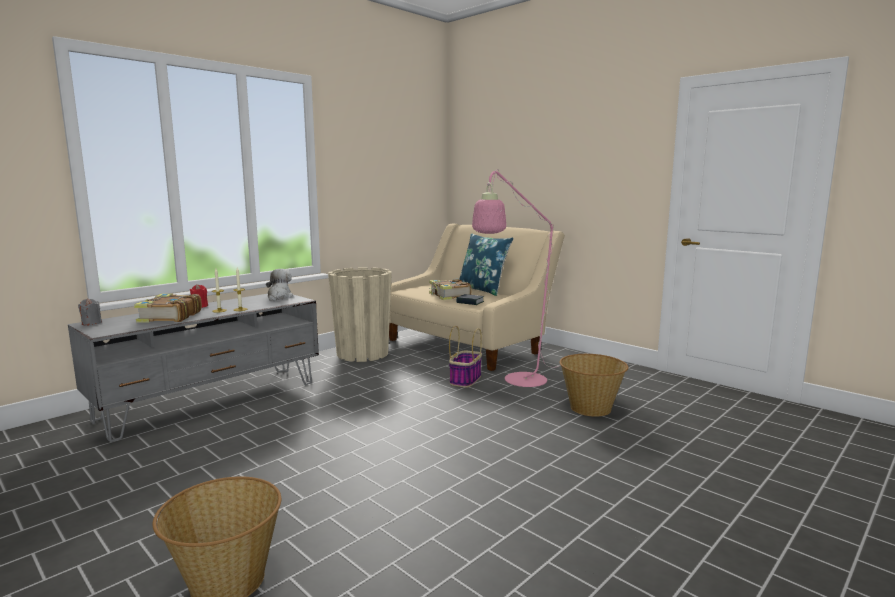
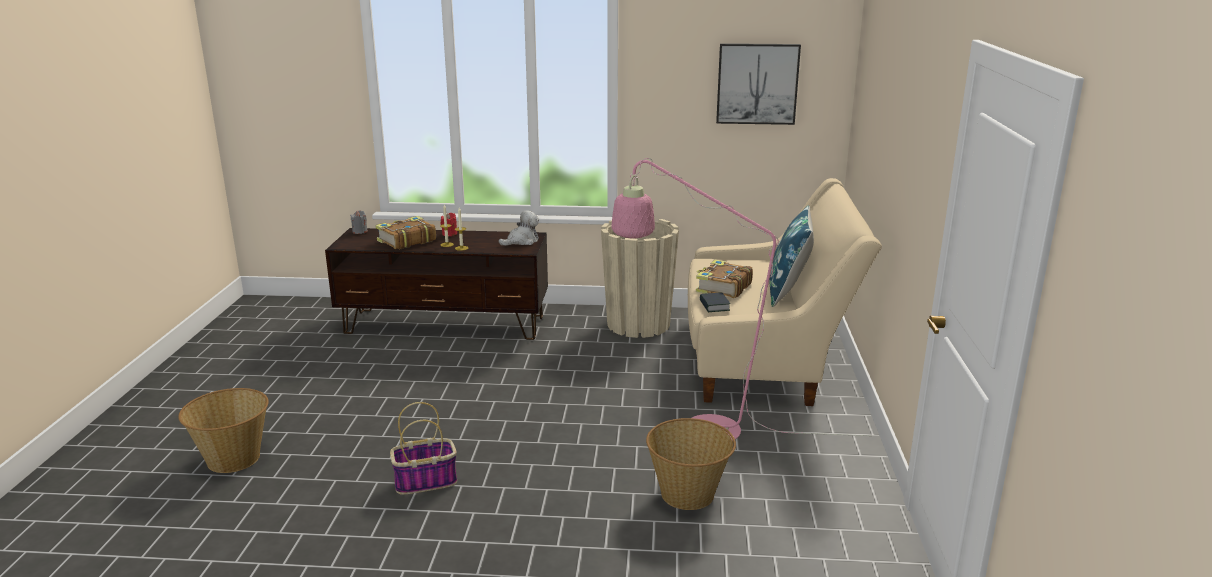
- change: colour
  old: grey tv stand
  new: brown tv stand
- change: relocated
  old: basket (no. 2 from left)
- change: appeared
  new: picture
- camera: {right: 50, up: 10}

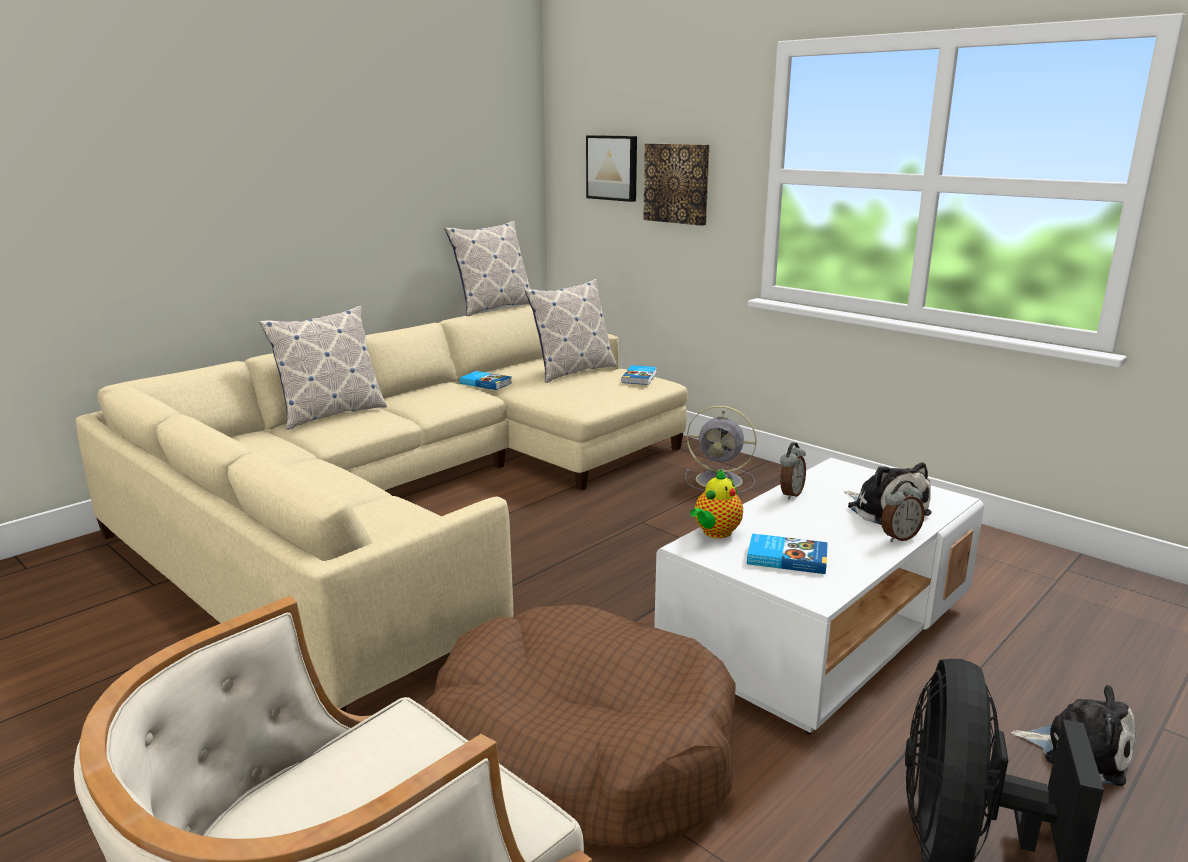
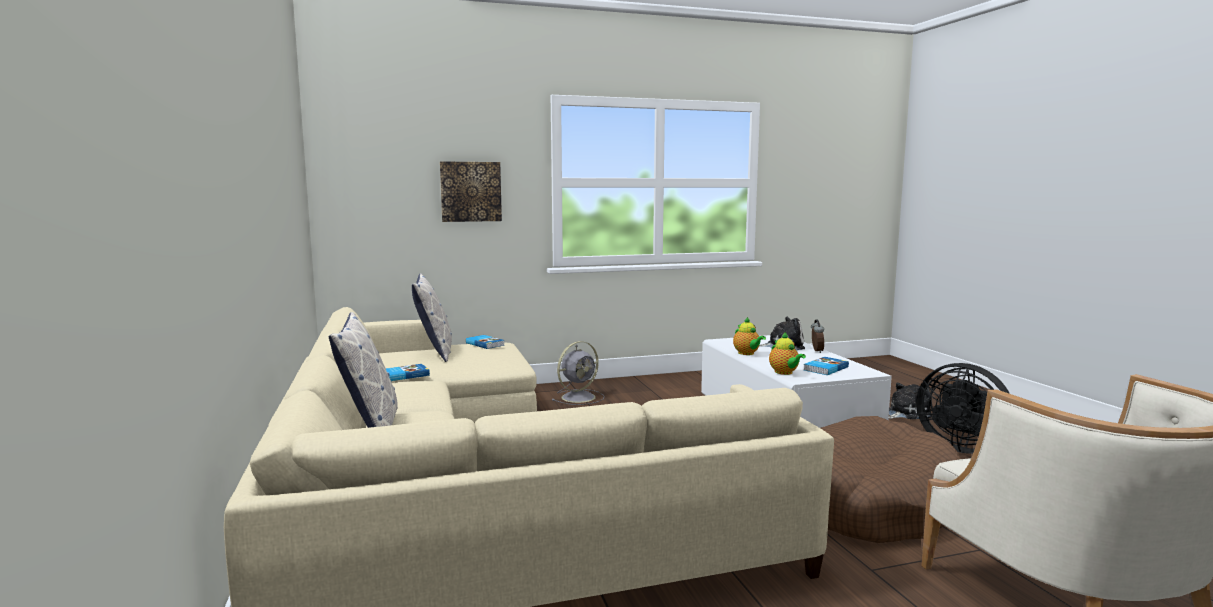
- change: missing
  old: picture (no. 1 from left)
- change: missing
  old: pillow (no. 2 from left)
- change: exchanged
  old: alarm clock (no. 1 from left)
  new: teapot (no. 1 from left)
- camera: {right: -60, up: -10}

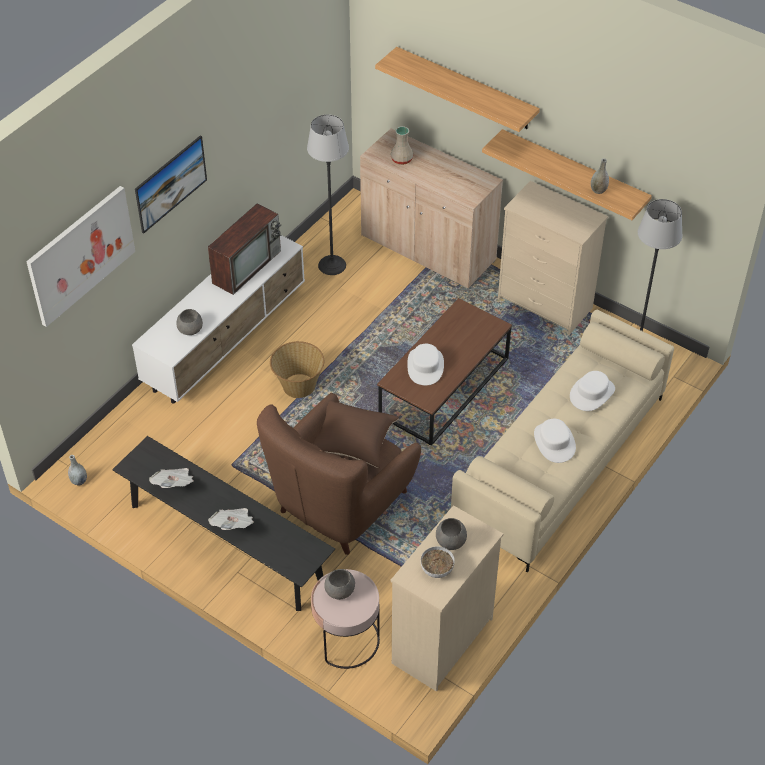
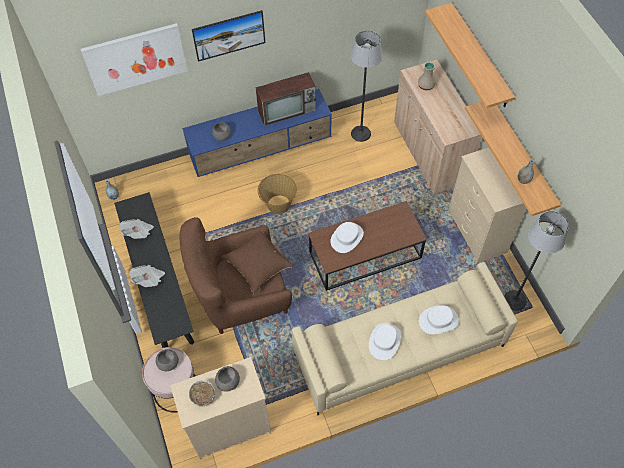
- change: colour
  old: white tv stand
  new: blue tv stand
- camera: {right: 35, up: 10}

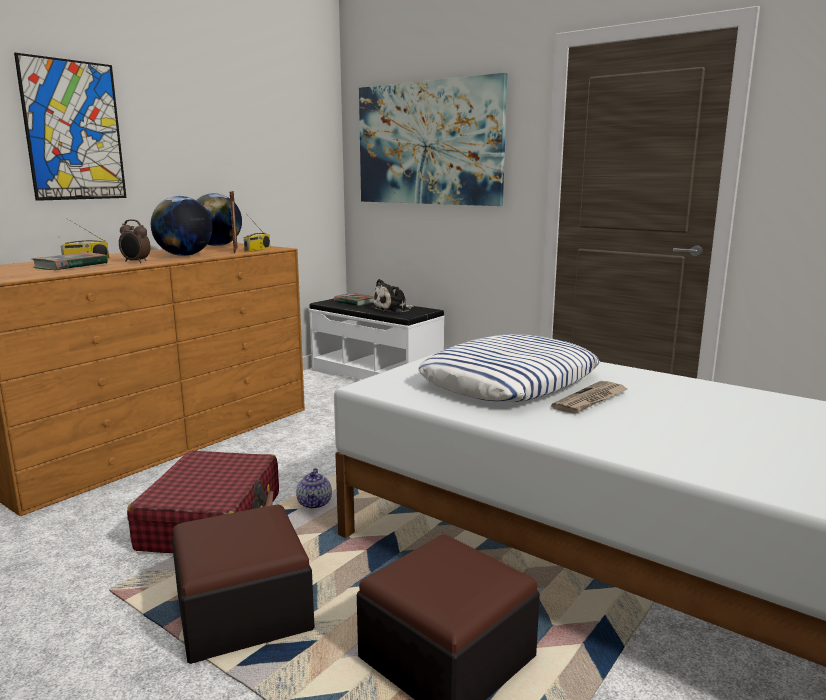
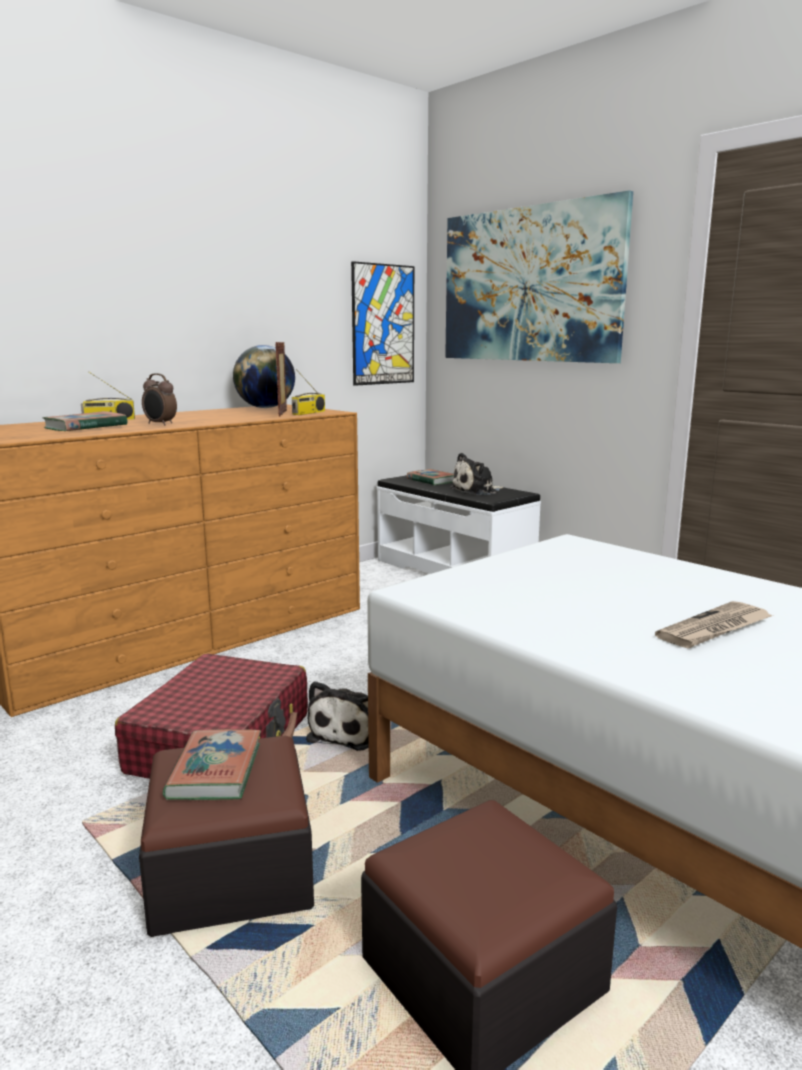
- change: relocated
  old: picture (no. 1 from left)
- change: missing
  old: globe (no. 1 from left)
- change: missing
  old: pillow
- change: exchanged
  old: teapot
  new: plush toy (no. 1 from left)
- change: appeared
  new: book (no. 2 from left)
- camera: {right: 10, up: 0}

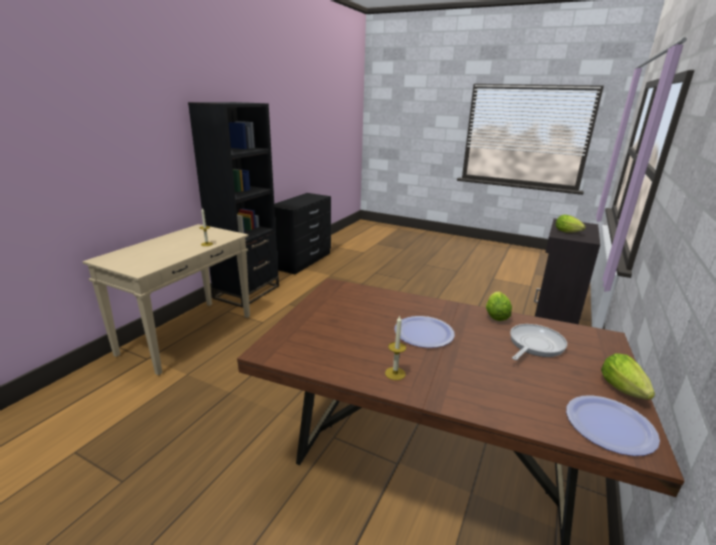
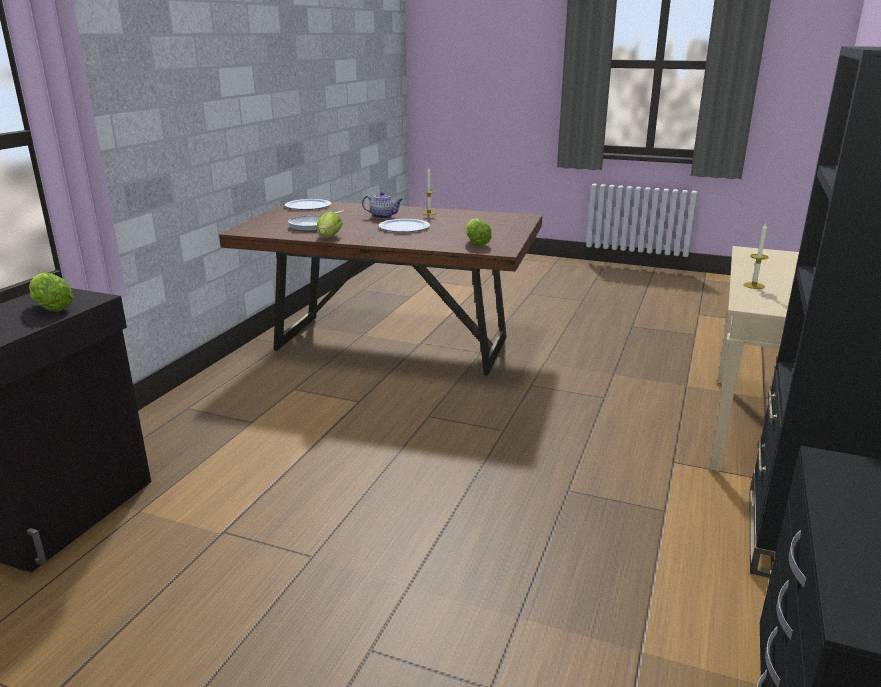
- change: relocated
  old: lettuce (no. 3 from left)
- change: appeared
  new: teapot
- camera: {right: 175, up: 0}

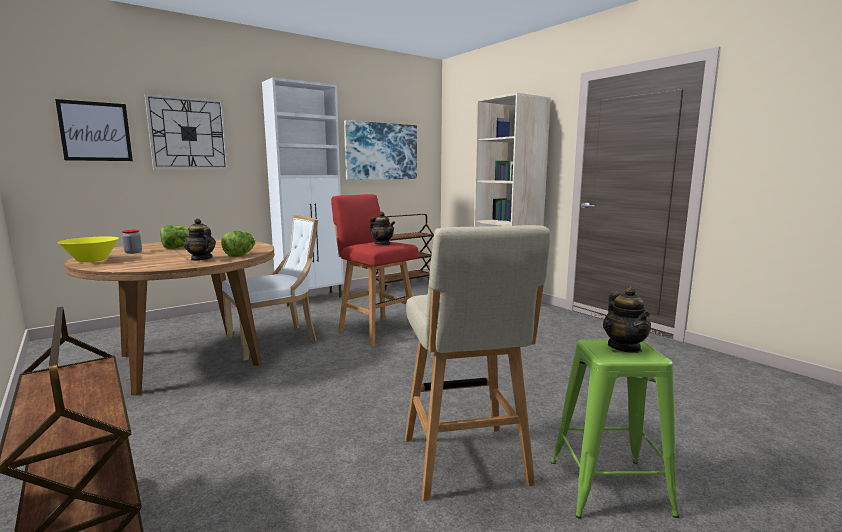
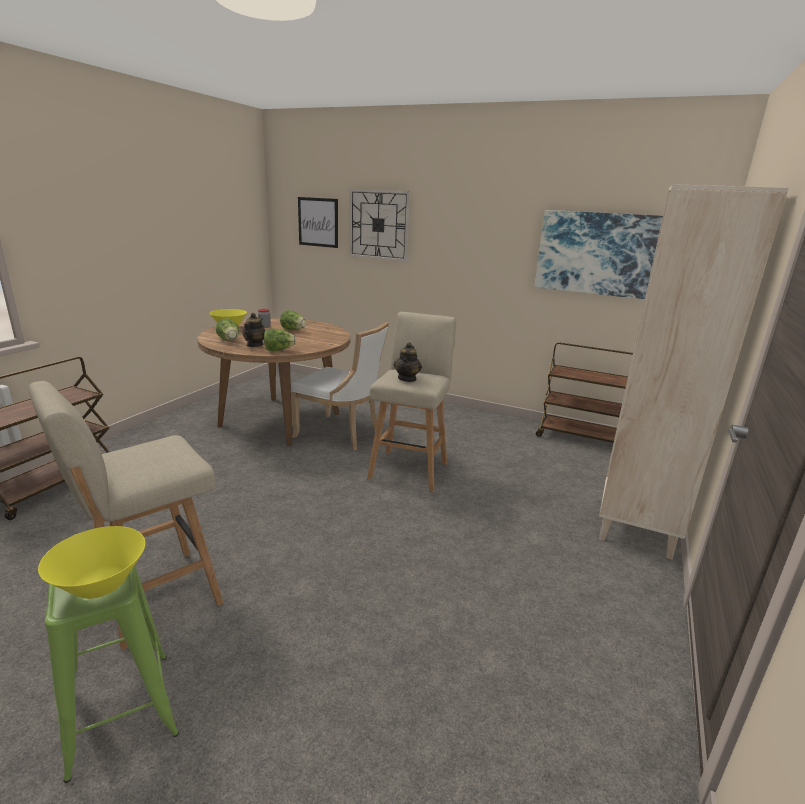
- change: missing
  old: white cabinet
- change: colour
  old: red stool
  new: beige stool (no. 2 from left)
- change: exchanged
  old: teapot (no. 3 from left)
  new: yellow bowl (no. 1 from left)
- change: appeared
  new: lettuce (no. 1 from left)
- camera: {right: 60, up: 10}

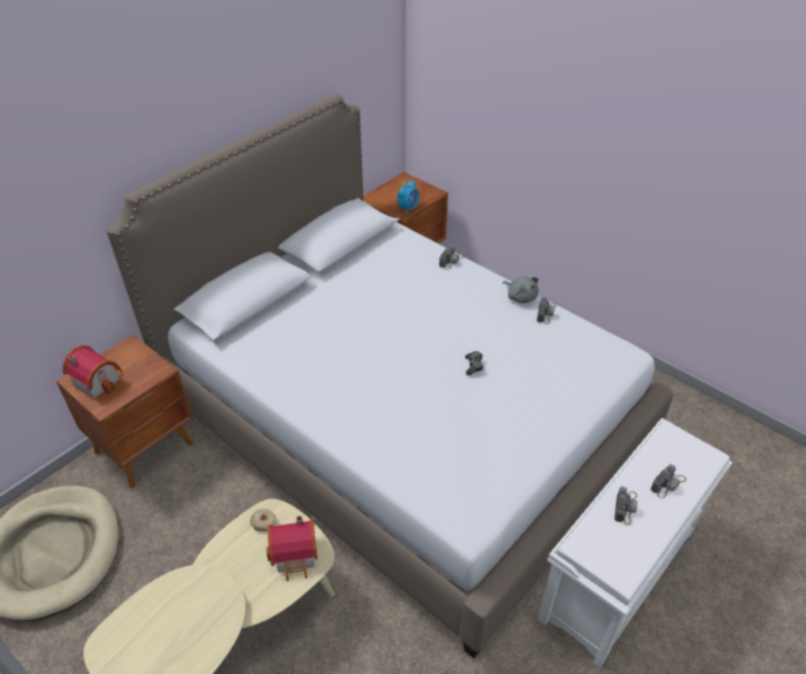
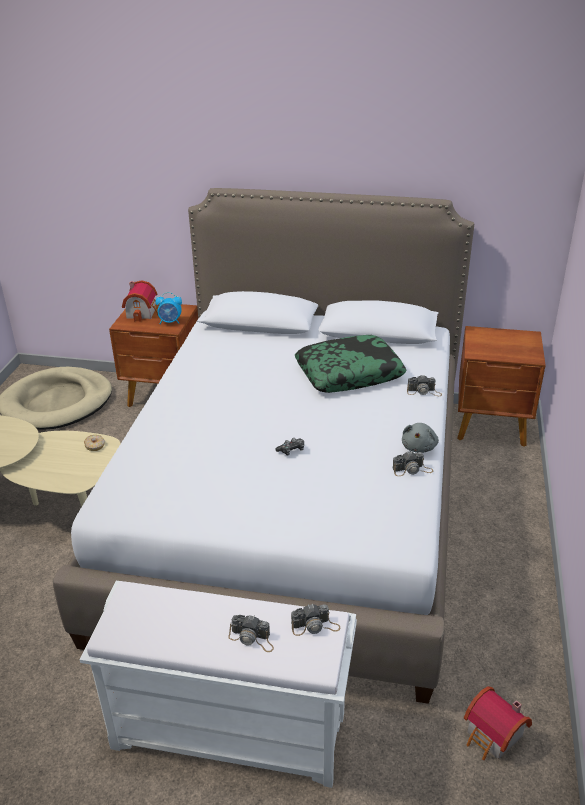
- change: relocated
  old: alarm clock
- change: relocated
  old: photo camera (no. 3 from left in the first image)
  new: photo camera (no. 2 from left)
- change: relocated
  old: toy house (no. 2 from left)
- change: appeared
  new: pillow
- camera: {right: 60, up: -10}

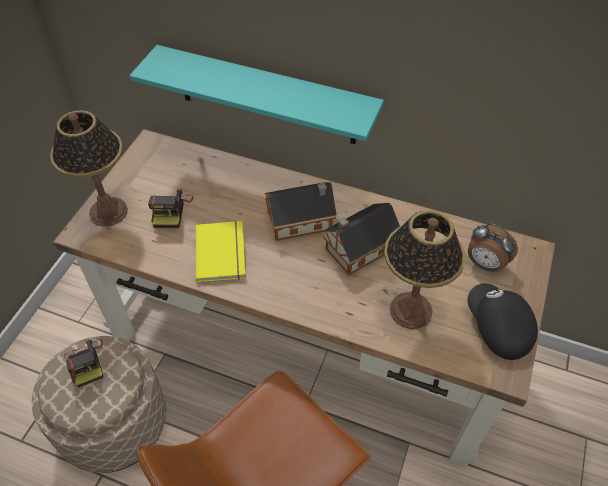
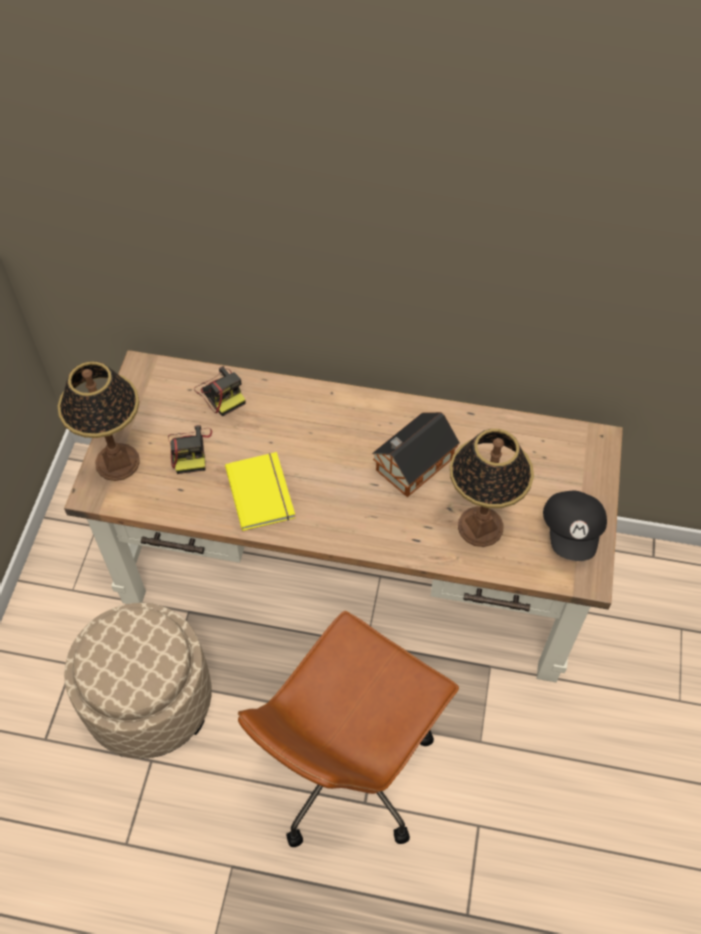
- change: missing
  old: turquoise shelf
- change: missing
  old: toy house (no. 1 from left)
- change: missing
  old: alarm clock
- change: spun
  old: black cap
  degrees: -135
- change: relocated
  old: photo camera (no. 1 from left in the first image)
  new: photo camera (no. 2 from left)
- camera: {right: -10, up: 5}

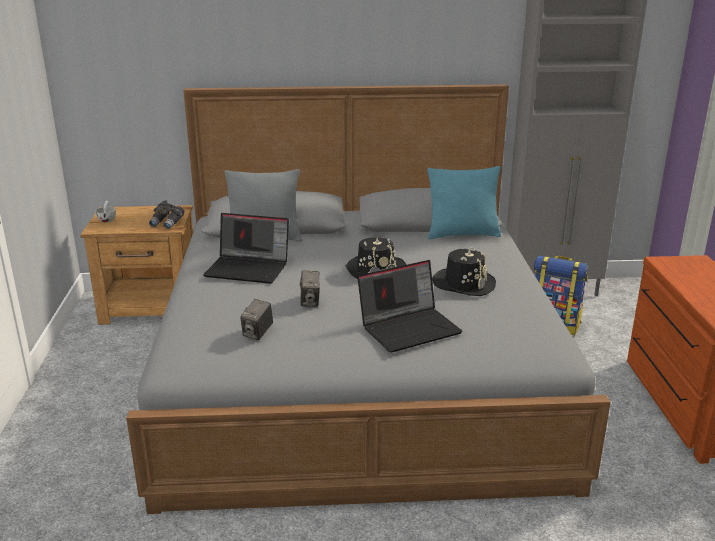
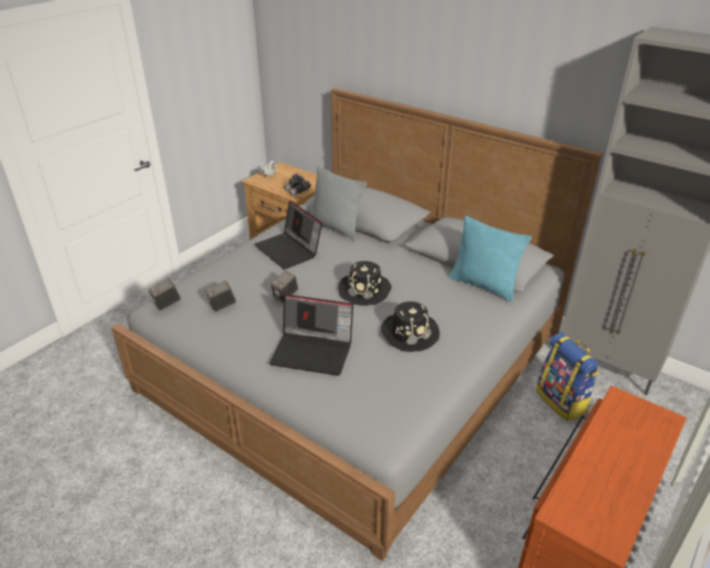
- change: appeared
  new: photo camera (no. 1 from left)
- camera: {right: 40, up: 10}

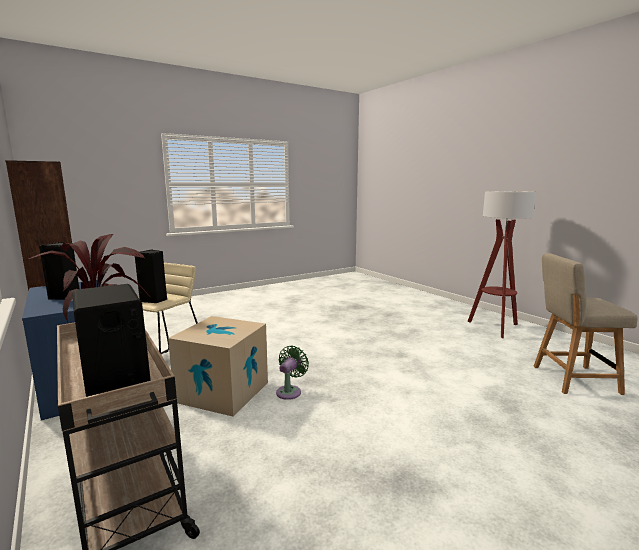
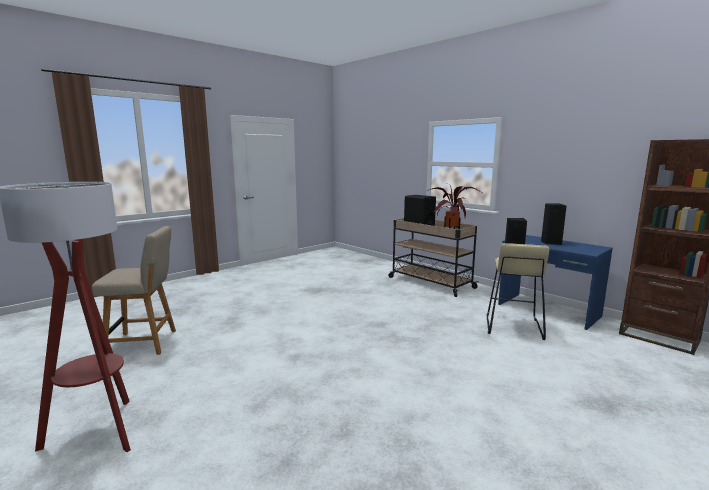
- change: missing
  old: cardboard box
- change: missing
  old: green fan
- camera: {right: 170, up: 0}

